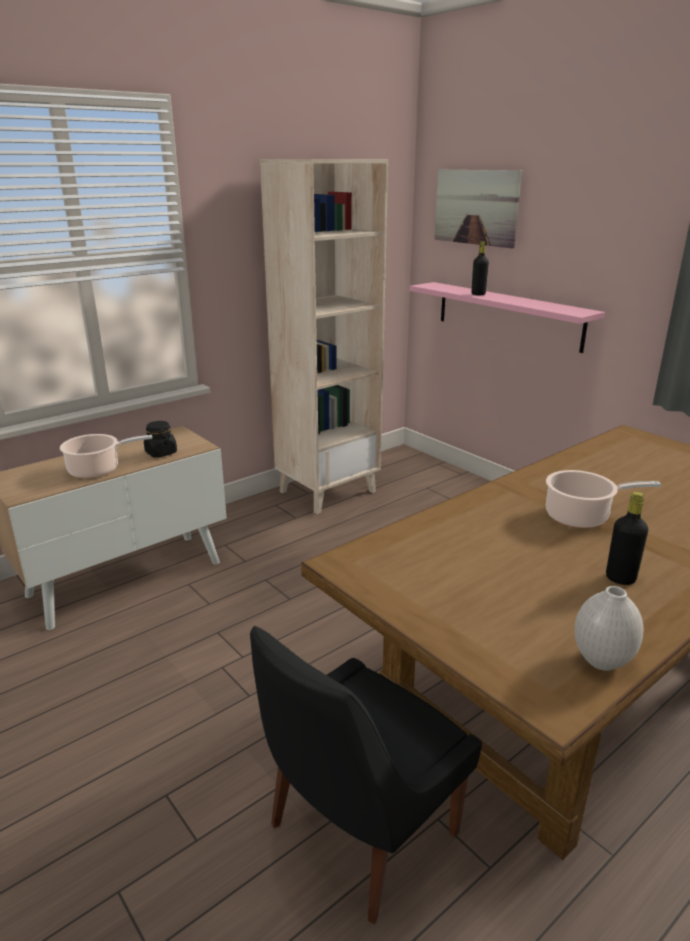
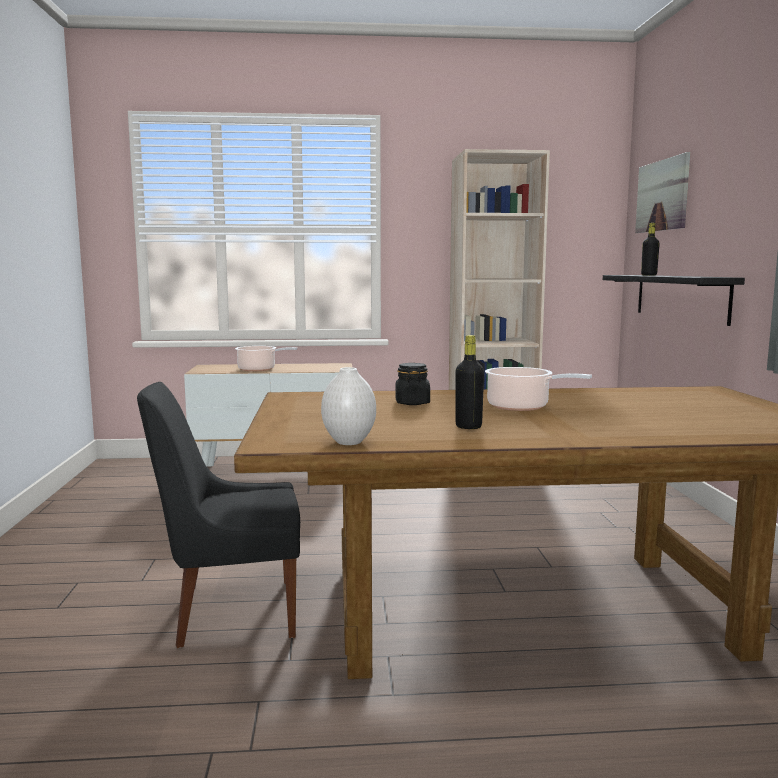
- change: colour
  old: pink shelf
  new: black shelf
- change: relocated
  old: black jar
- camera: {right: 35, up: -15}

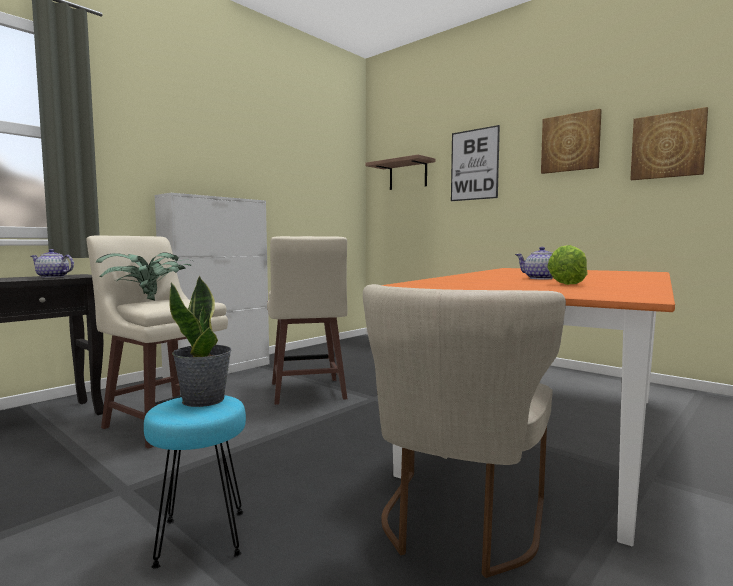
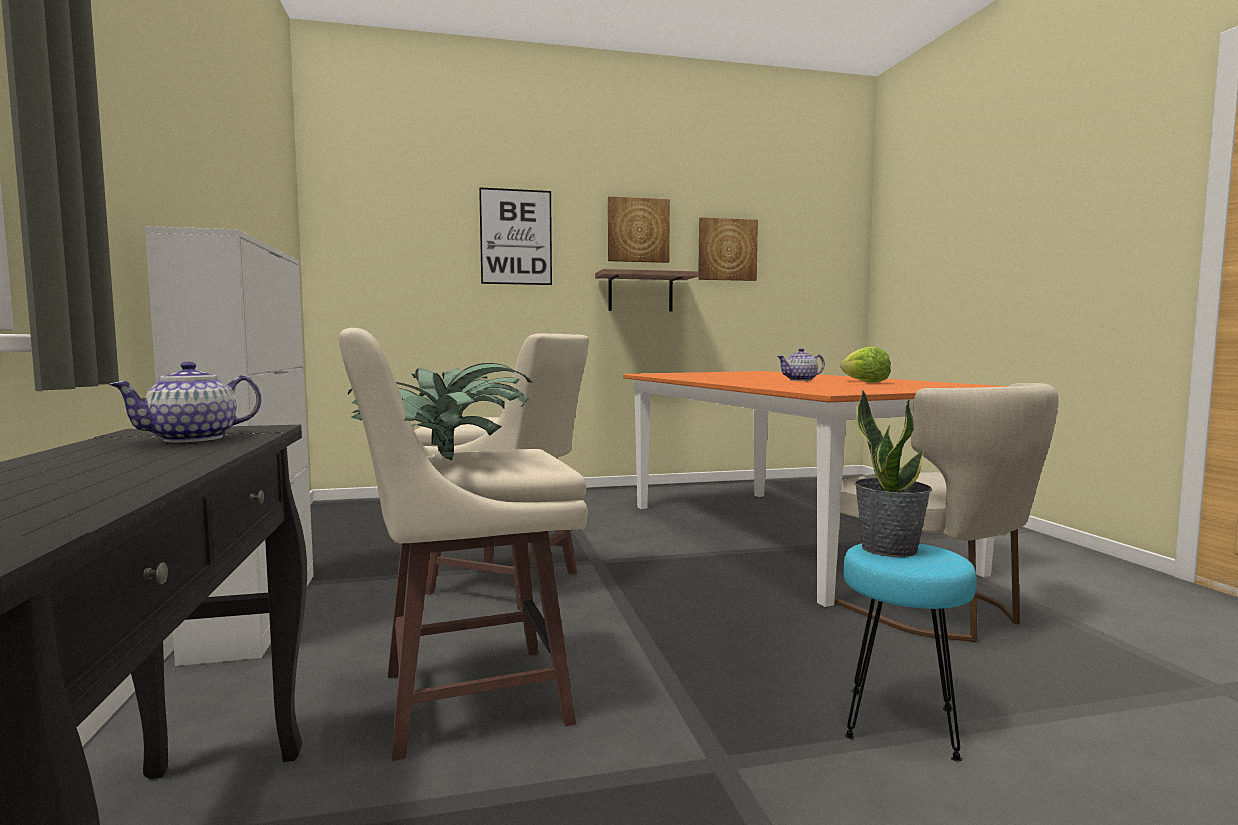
- change: relocated
  old: shelf
- camera: {right: -55, up: 0}

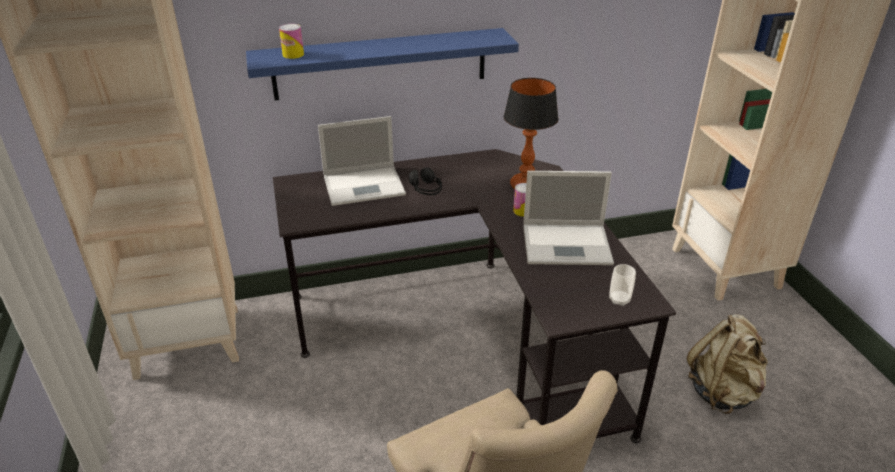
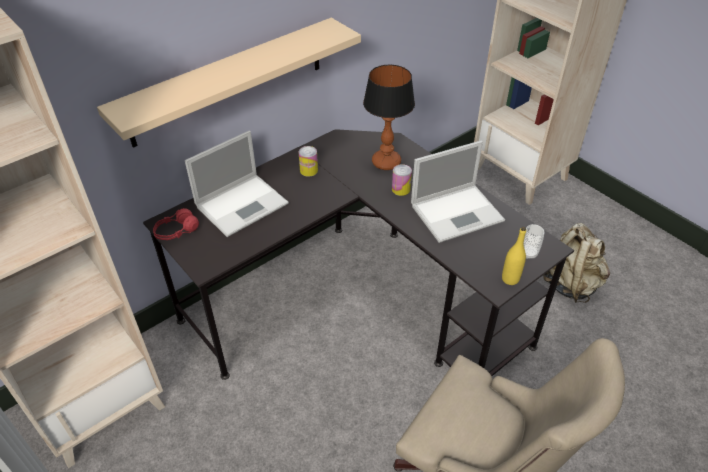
- change: relocated
  old: can (no. 1 from left)
- change: colour
  old: blue shelf
  new: beige shelf
- change: missing
  old: black headphones
- change: appeared
  new: red headphones
- change: appeared
  new: yellow bottle
- camera: {right: -25, up: 10}

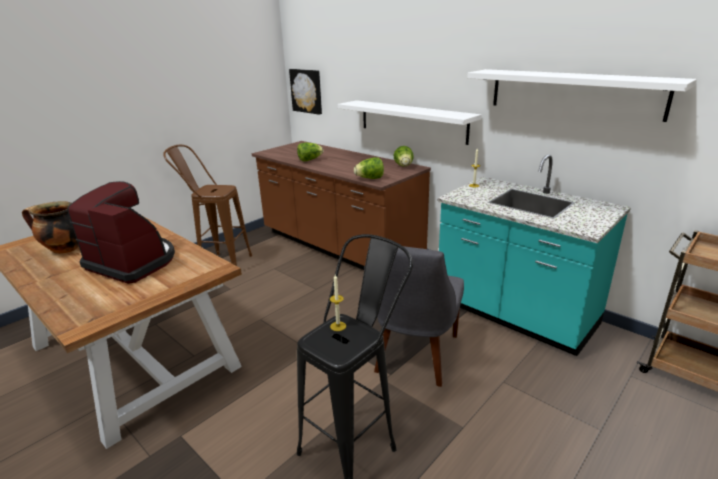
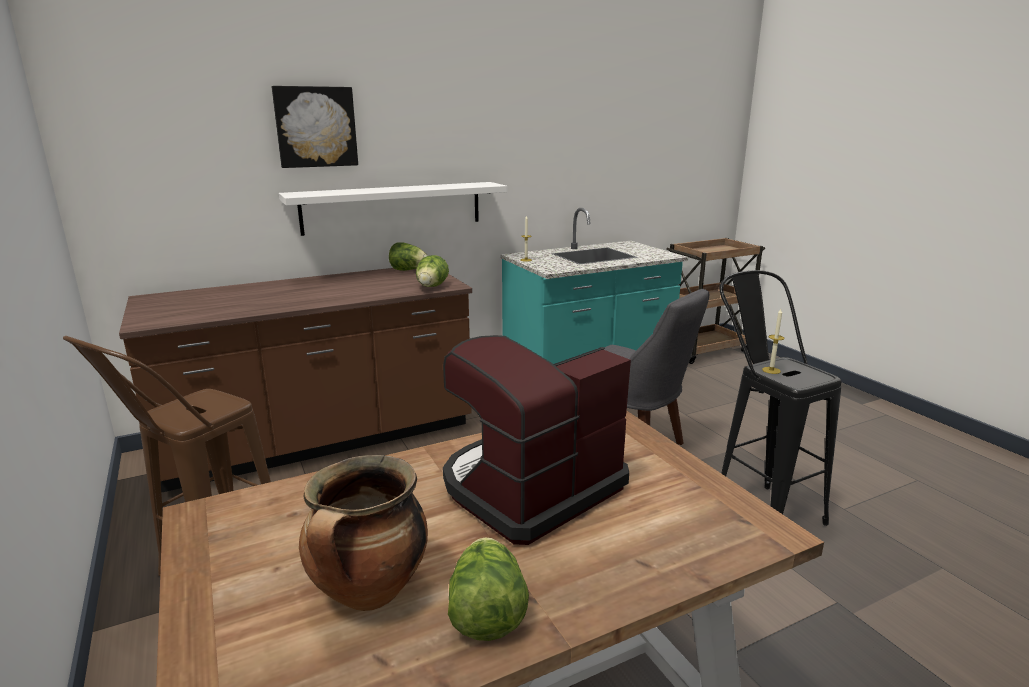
- change: relocated
  old: picture
- change: missing
  old: white shelf (no. 2 from left)
- change: relocated
  old: lettuce (no. 1 from left in the first image)
  new: lettuce (no. 3 from left)
- camera: {right: -70, up: -5}

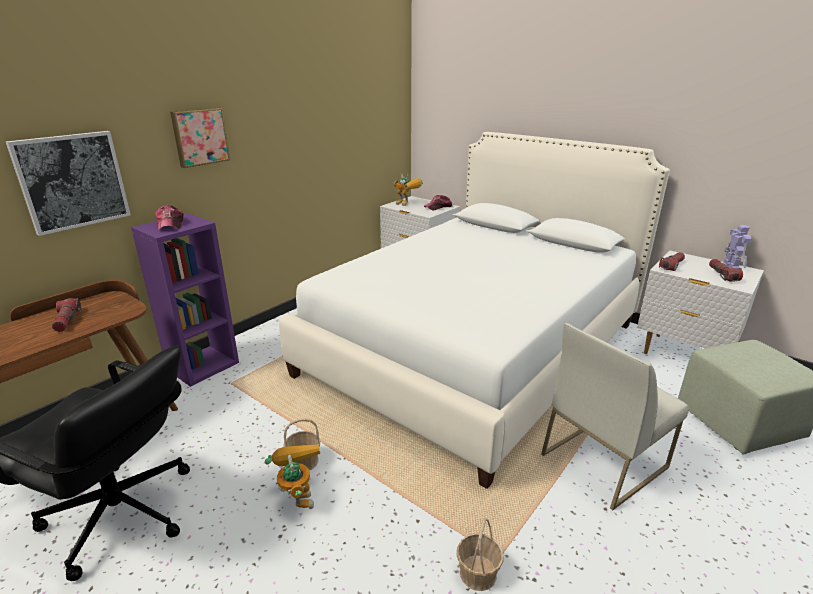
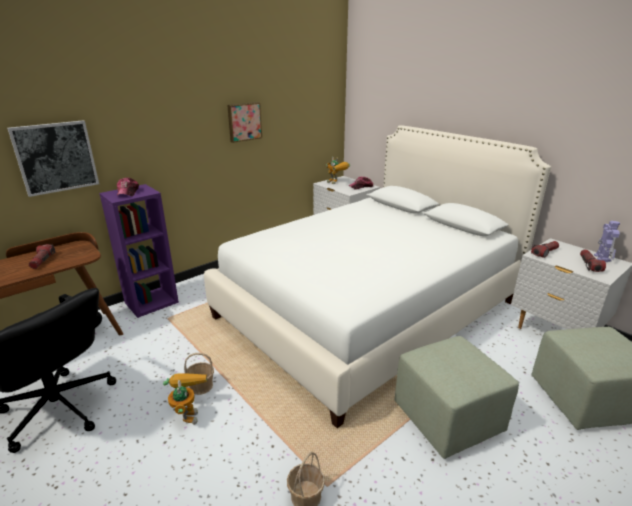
- change: relocated
  old: picture (no. 2 from left)
- change: exchanged
  old: white chair
  new: green ottoman (no. 1 from left)
- camera: {right: 10, up: 0}

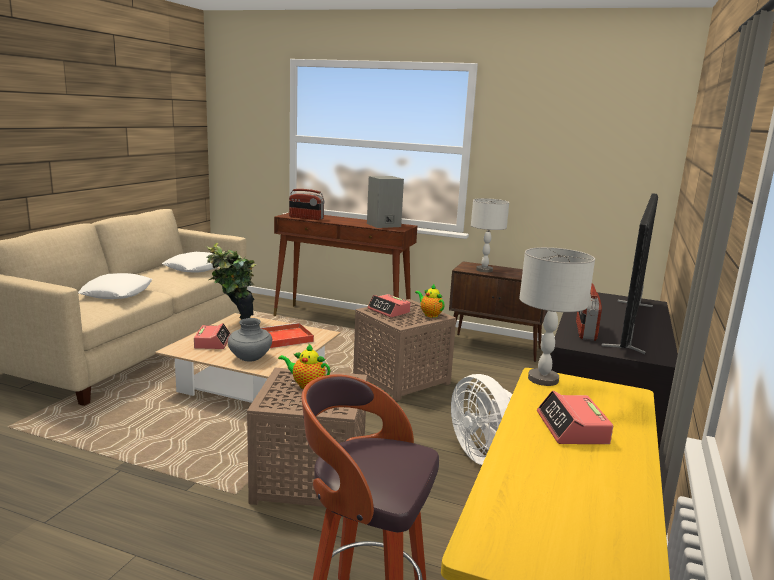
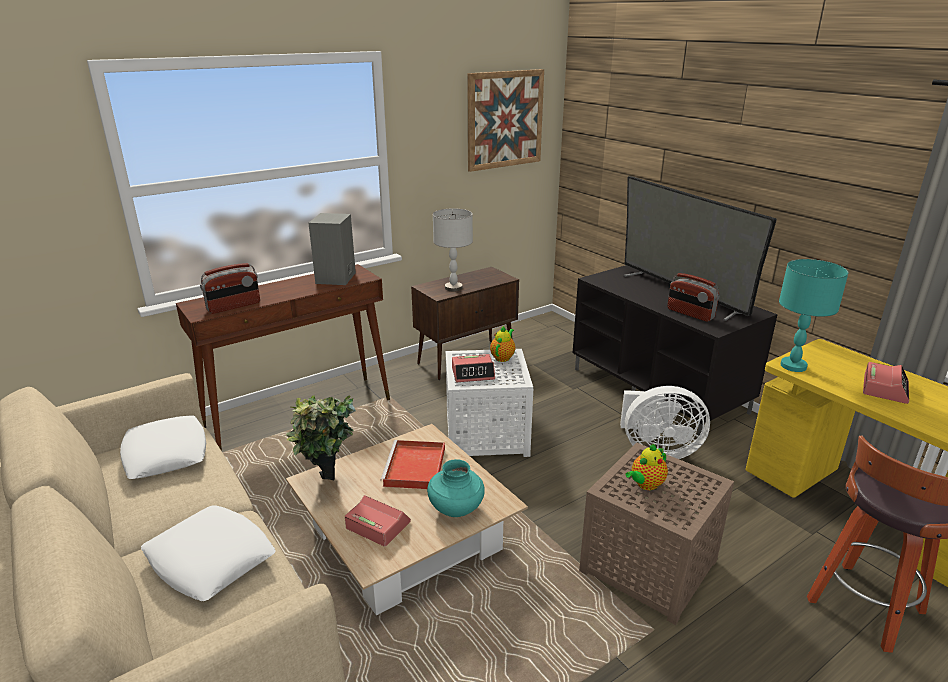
- change: colour
  old: grey table lamp (no. 2 from left)
  new: turquoise table lamp
- change: spun
  old: teapot (no. 2 from left in the first image)
  degrees: 120
- change: colour
  old: brown side table (no. 2 from left)
  new: white side table
- change: colour
  old: grey vase
  new: turquoise vase
- change: spun
  old: alarm clock (no. 3 from left)
  degrees: -90
- change: appeared
  new: picture
- camera: {right: -55, up: 10}

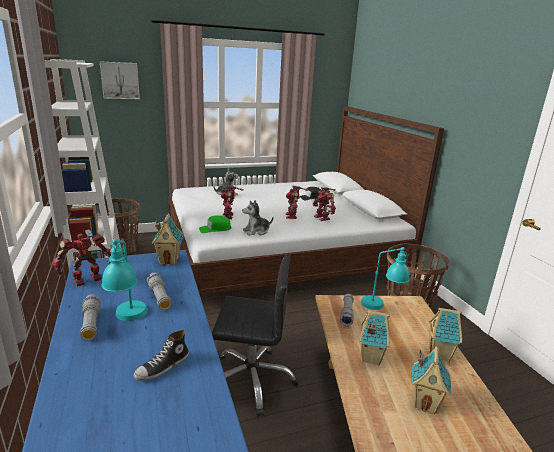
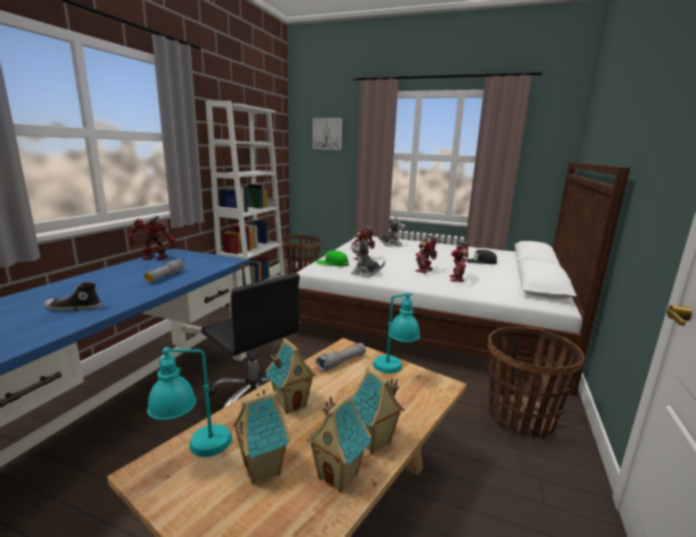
- change: relocated
  old: toy house (no. 1 from left in the first image)
  new: toy house (no. 3 from left)
- change: relocated
  old: turquoise table lamp (no. 1 from left)
- change: missing
  old: grey flashlight (no. 1 from left)
- camera: {right: 40, up: -5}

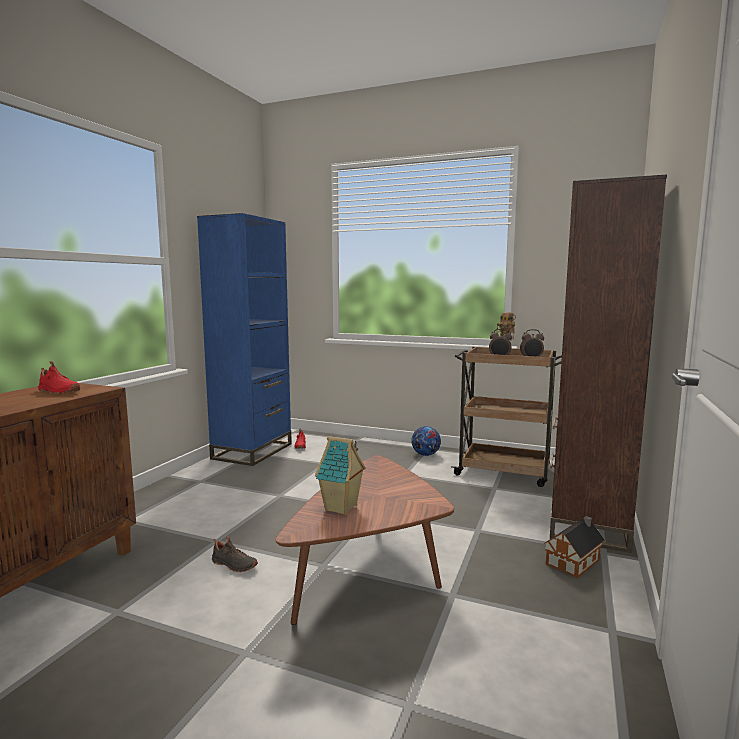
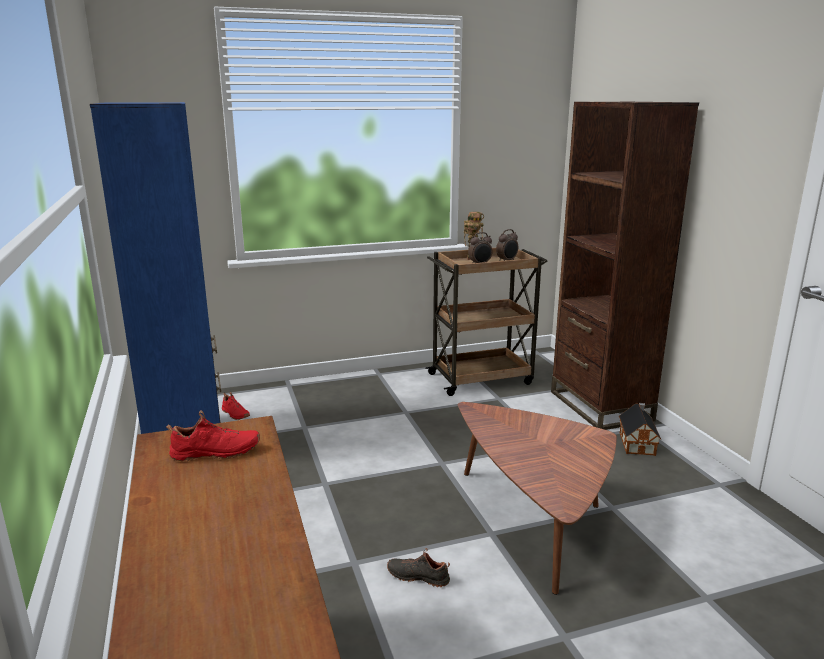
- change: missing
  old: football
- change: missing
  old: toy house (no. 1 from left)
- change: spun
  old: black shoe
  degrees: -150
- camera: {right: -40, up: 10}

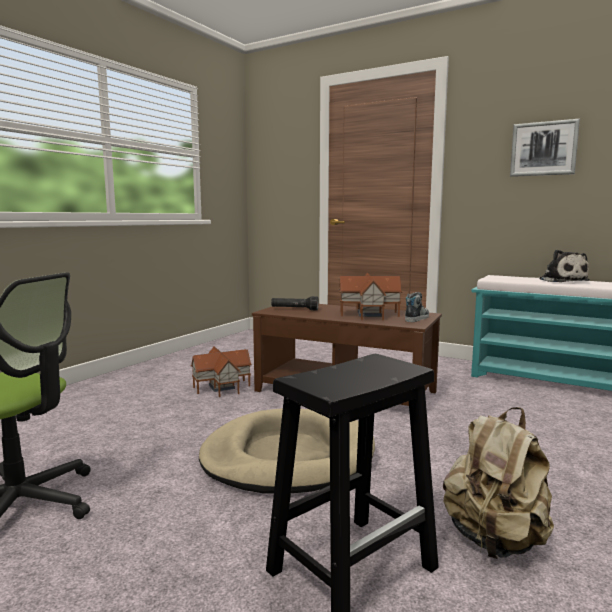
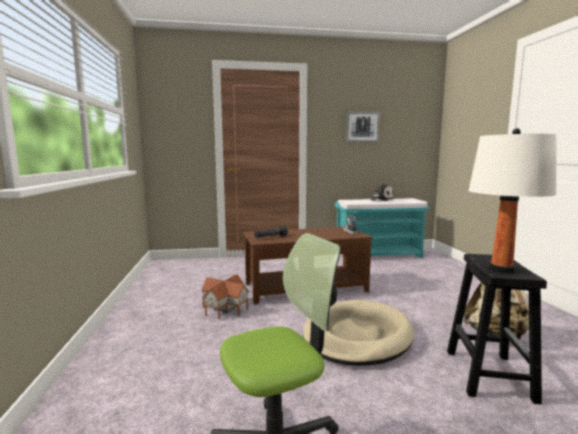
- change: missing
  old: toy house (no. 2 from left)
- change: appeared
  new: white table lamp
- camera: {right: -40, up: 0}

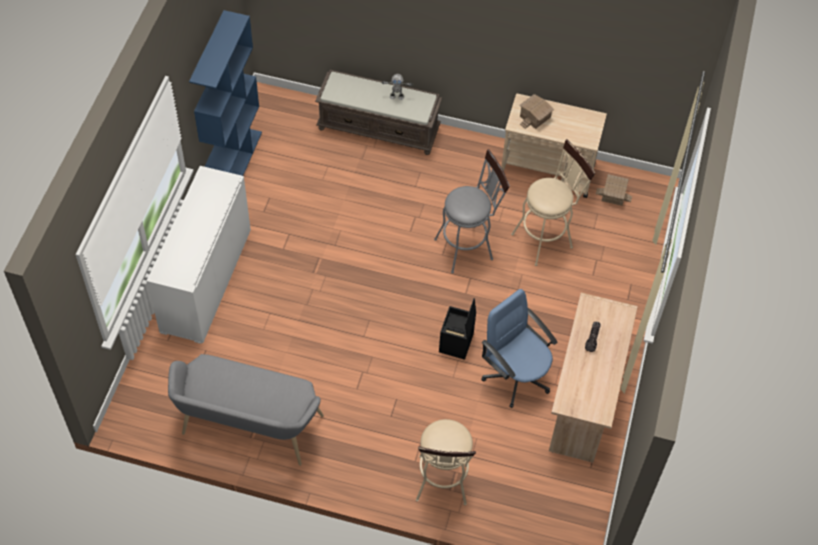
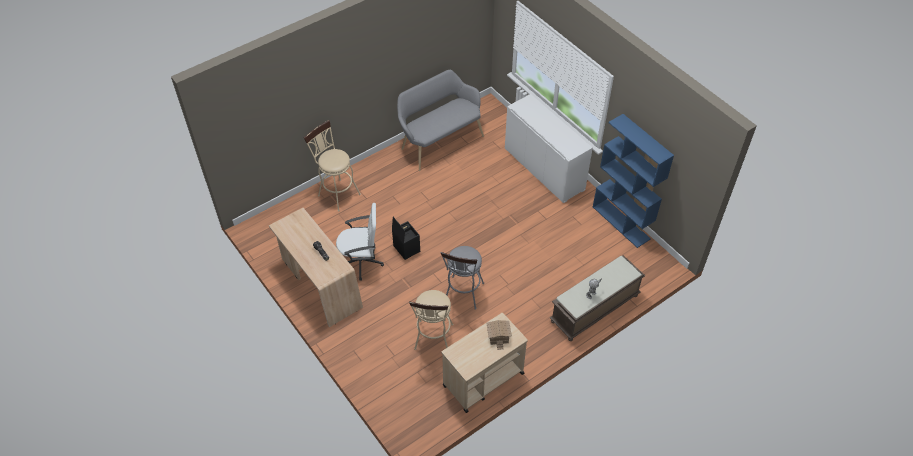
- change: missing
  old: toy house (no. 2 from left)
- change: colour
  old: blue office chair
  new: white office chair
- camera: {right: 130, up: -5}

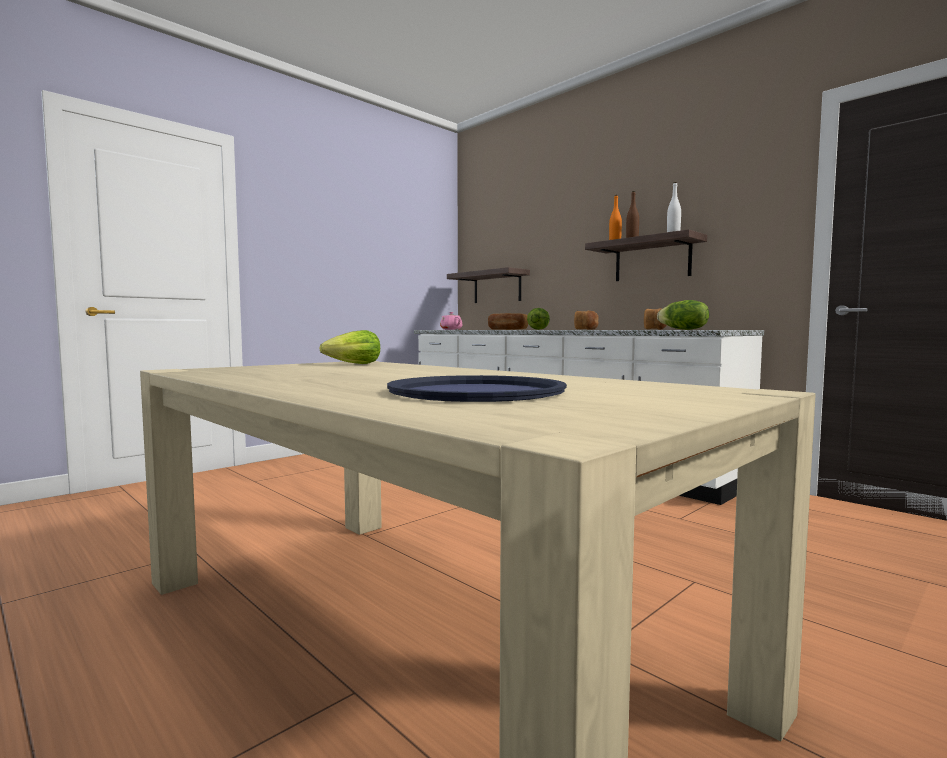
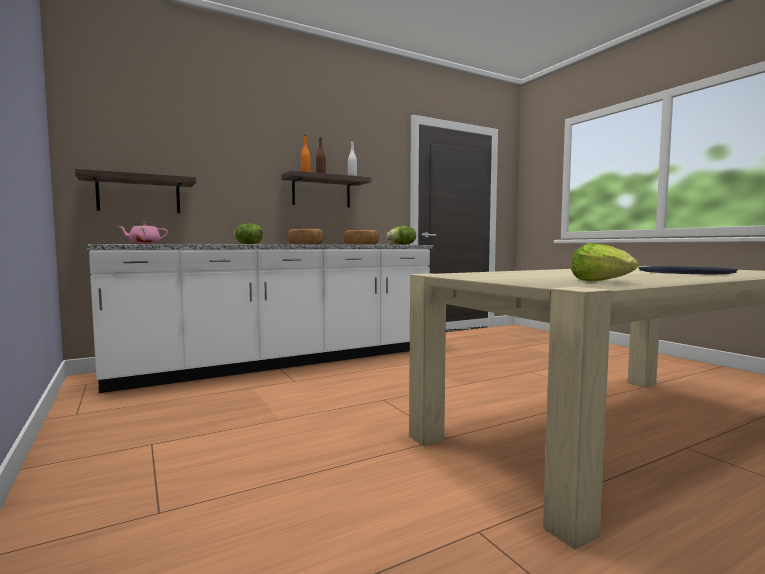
- change: missing
  old: bread (no. 1 from left)
- change: relocated
  old: lettuce (no. 1 from left in the first image)
  new: lettuce (no. 3 from left)
- camera: {right: -75, up: 0}

